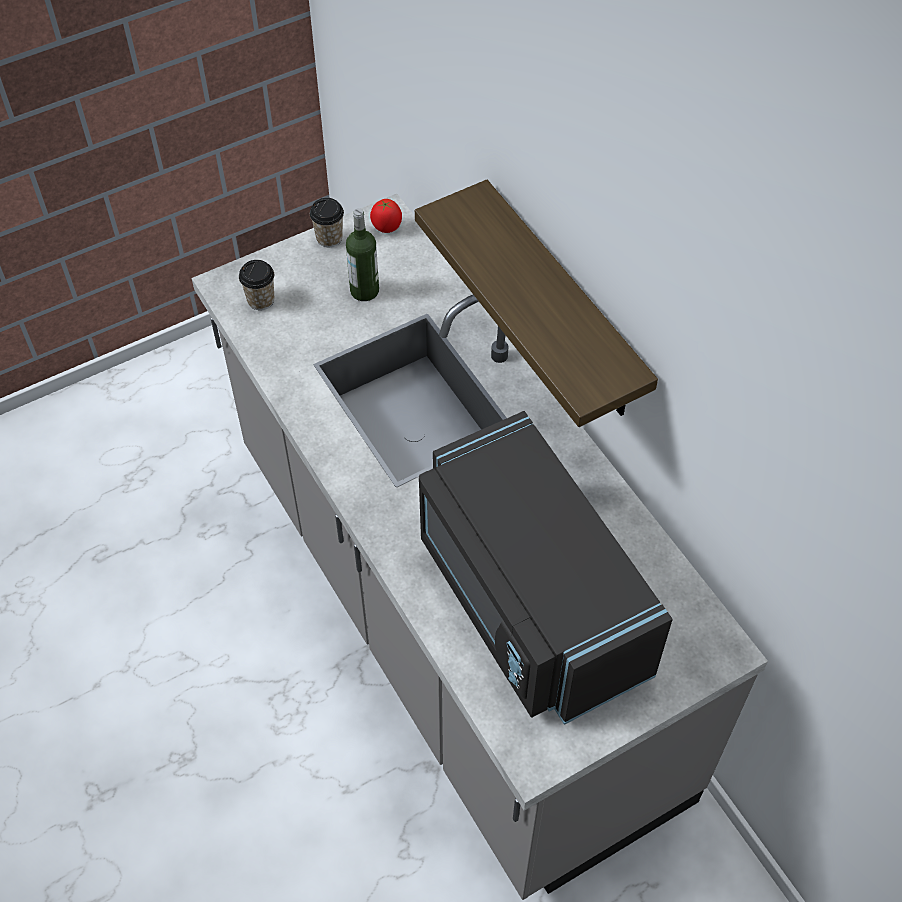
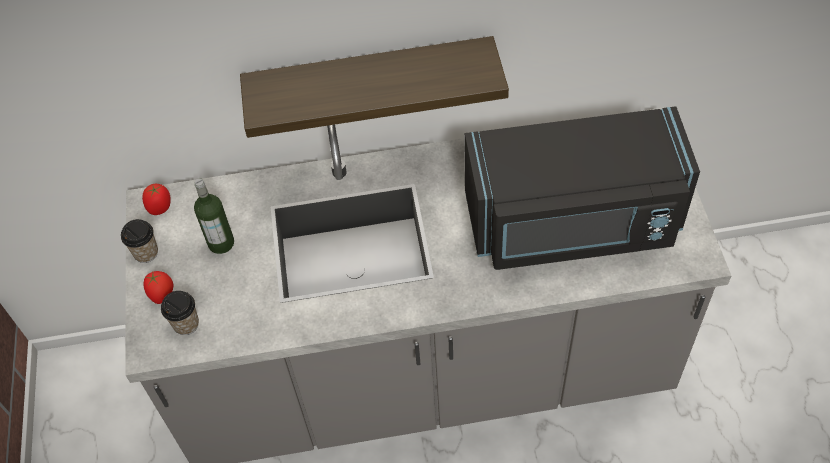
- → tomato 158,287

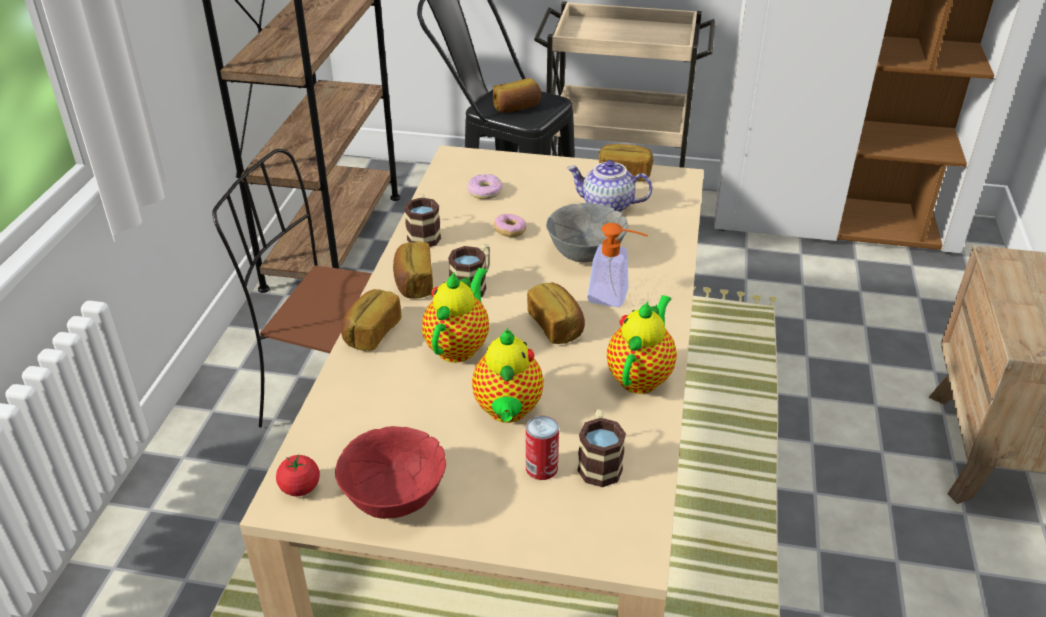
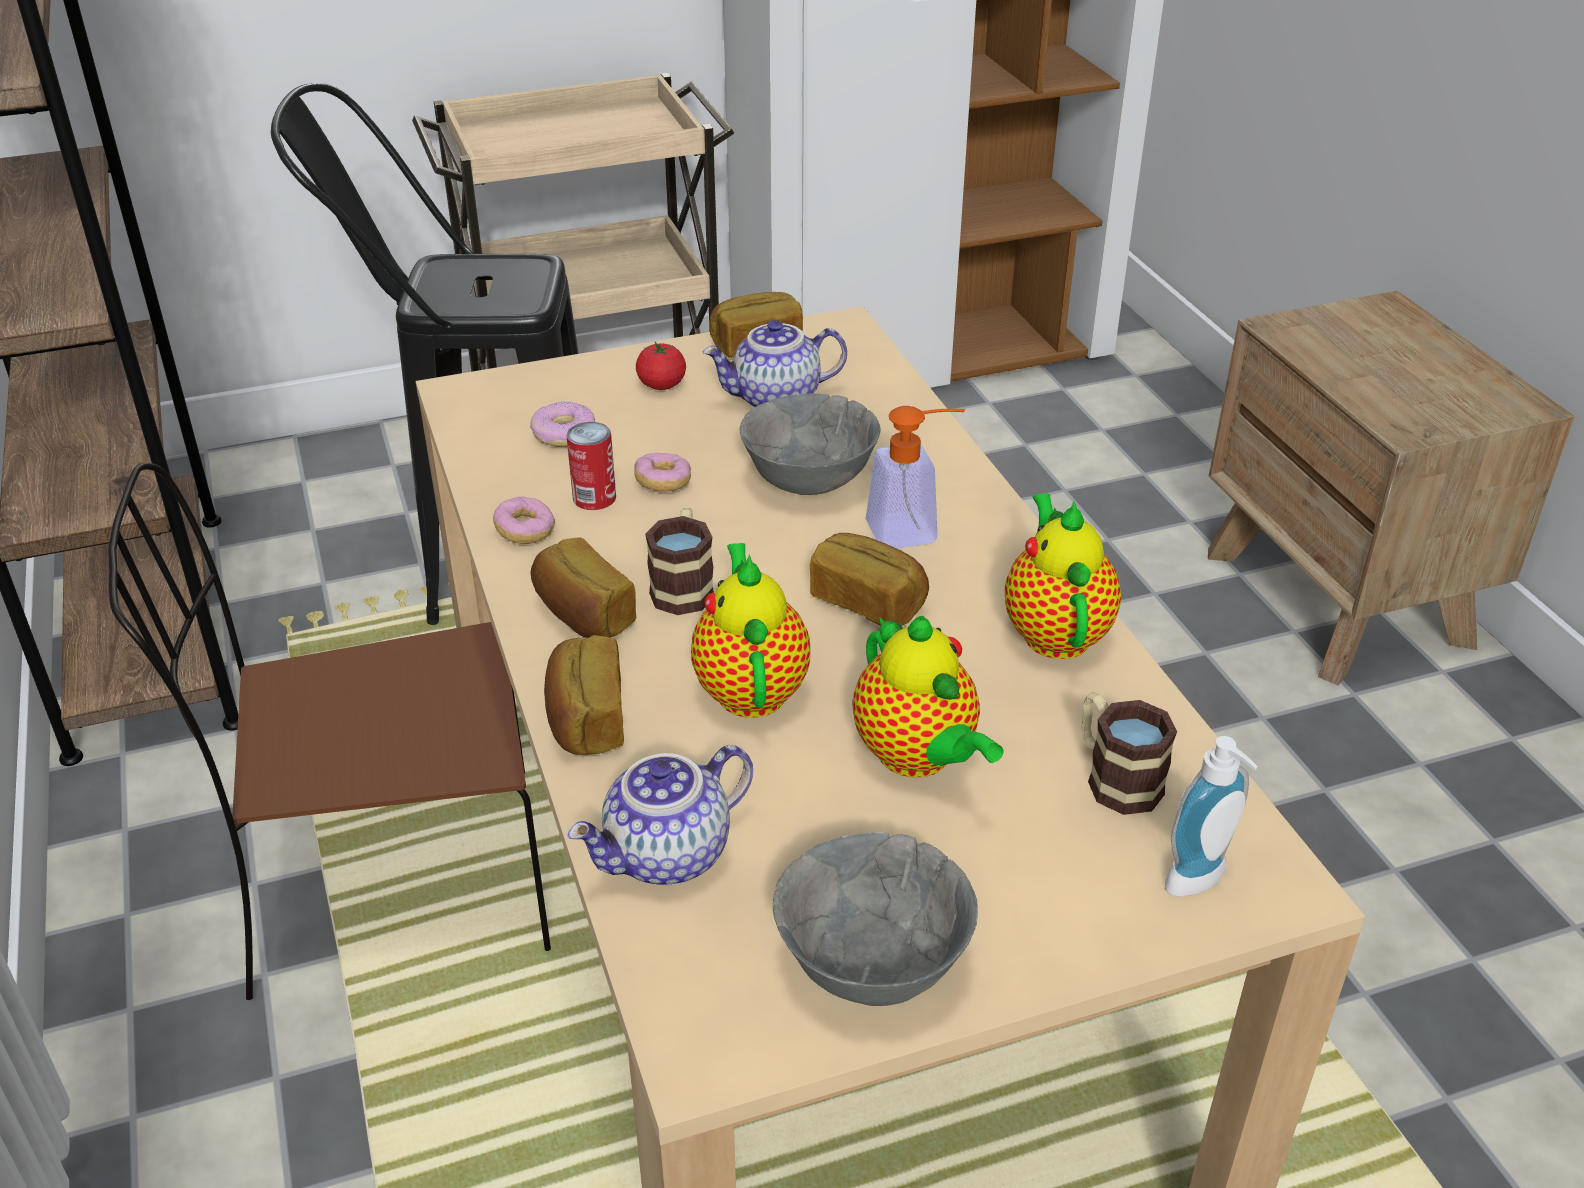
bread 517,95 → -
mug 422,220 → donut 524,520
can 542,448 → can 591,466, relocated
red bowl 390,472 → grey bowl 875,919
tomato 298,475 → tomato 661,366, relocated
- → soap dispenser 1211,816
- → teapot 660,815

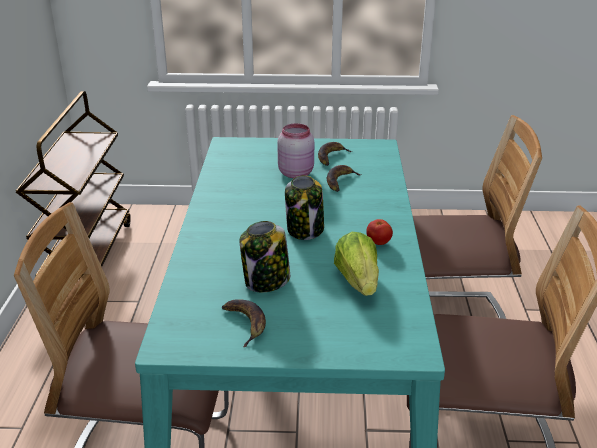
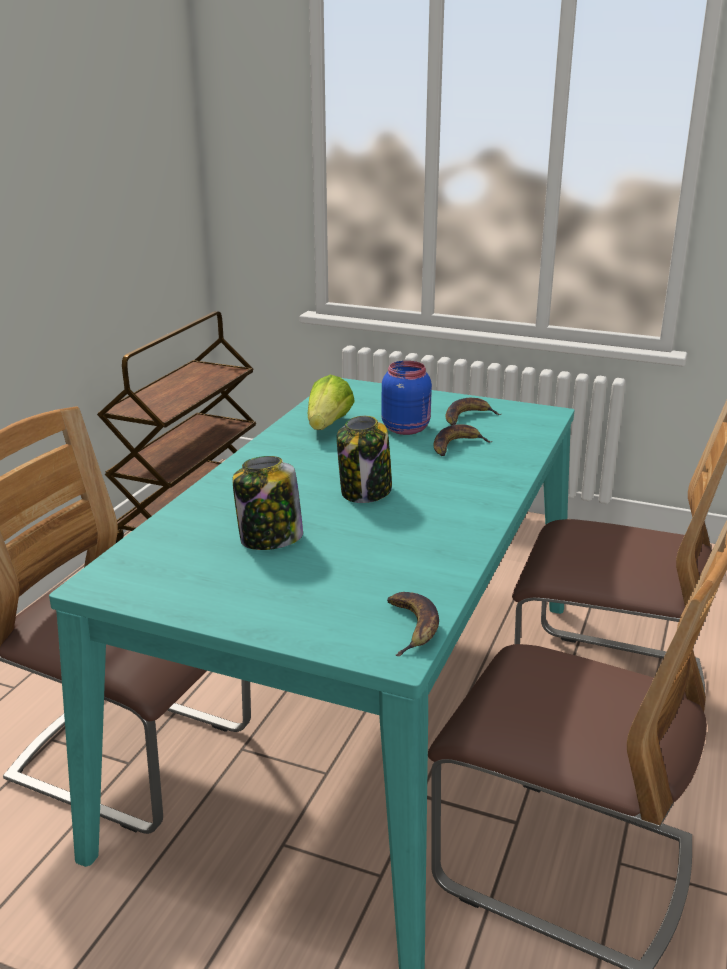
pink jar 295,150 → blue jar 406,398
tomato 379,232 → -
lettuce 356,264 → lettuce 331,402, relocated
banana 244,323 → banana 413,624, relocated

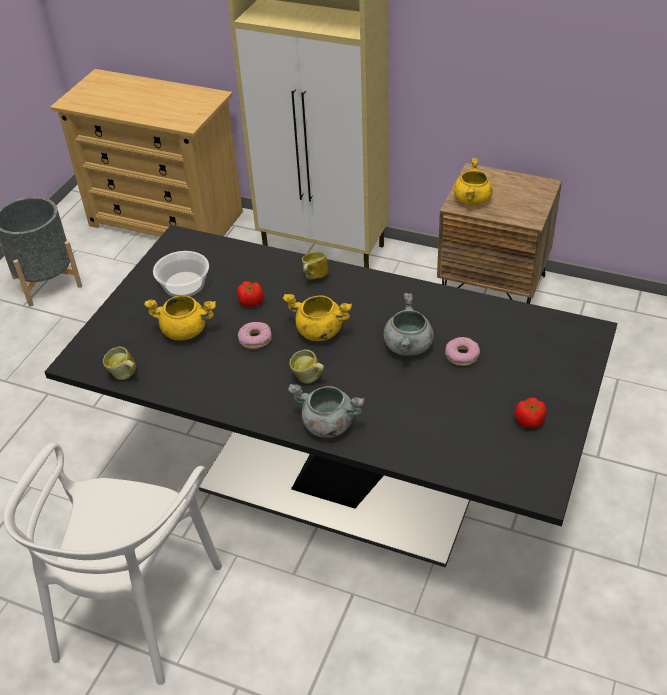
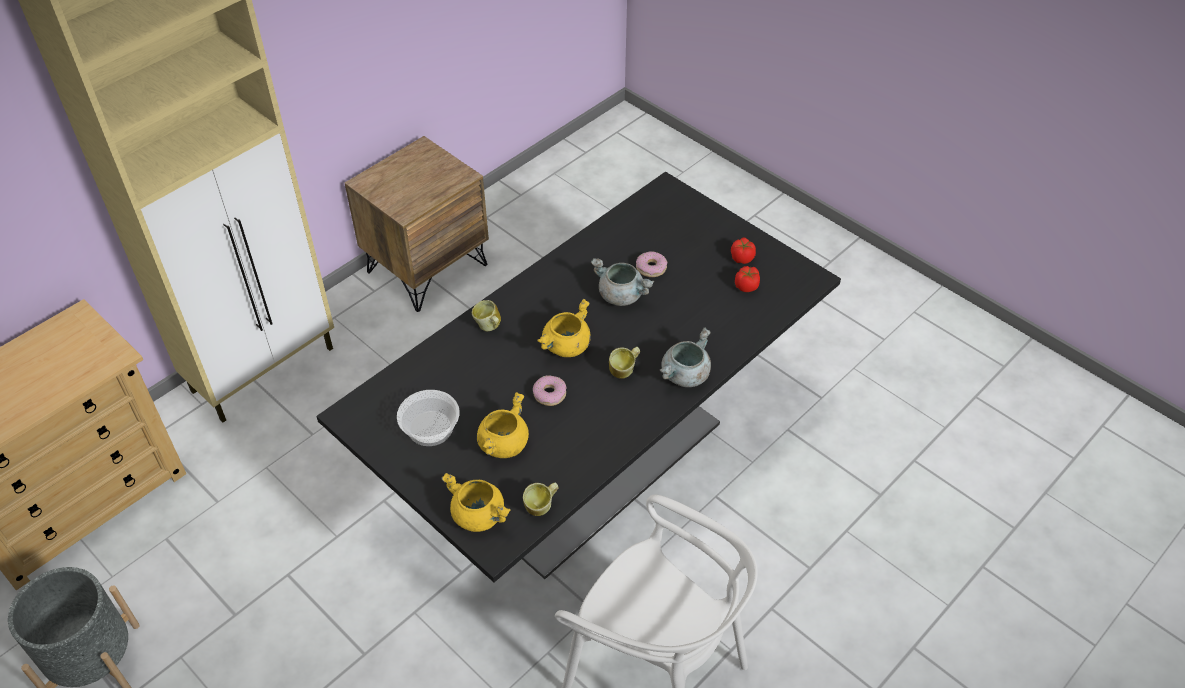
yellow cooking pot 473,181 → yellow cooking pot 476,502, relocated
tomato 250,294 → tomato 747,279, relocated

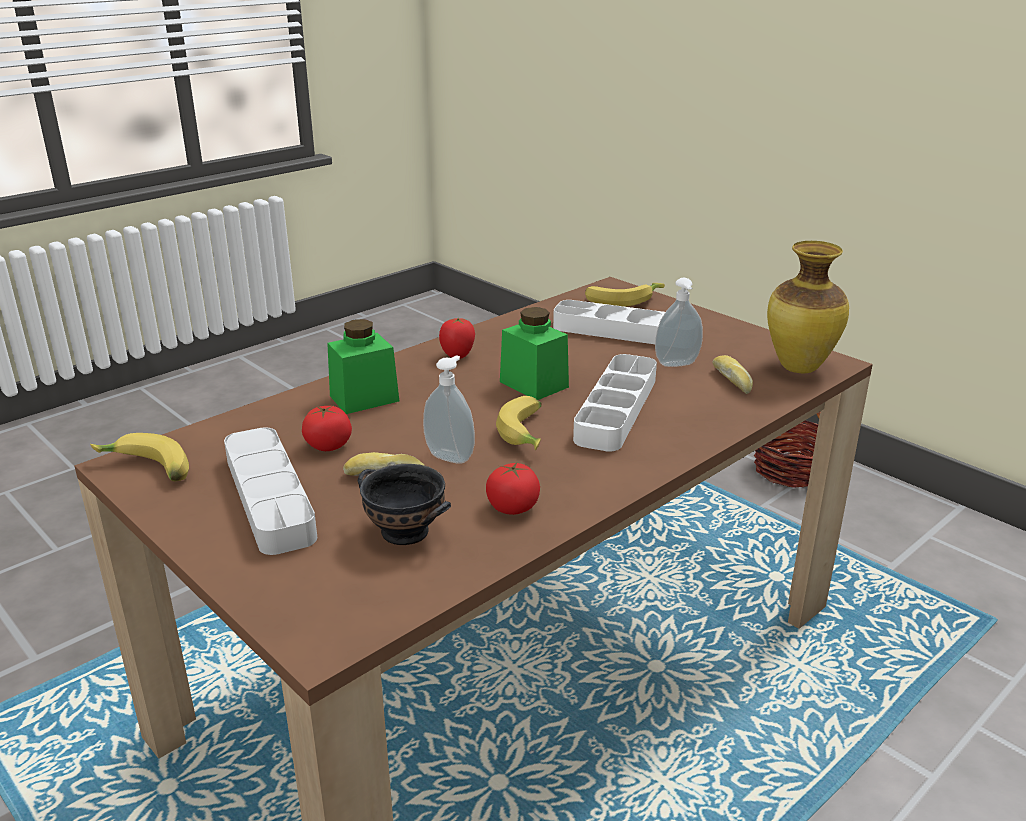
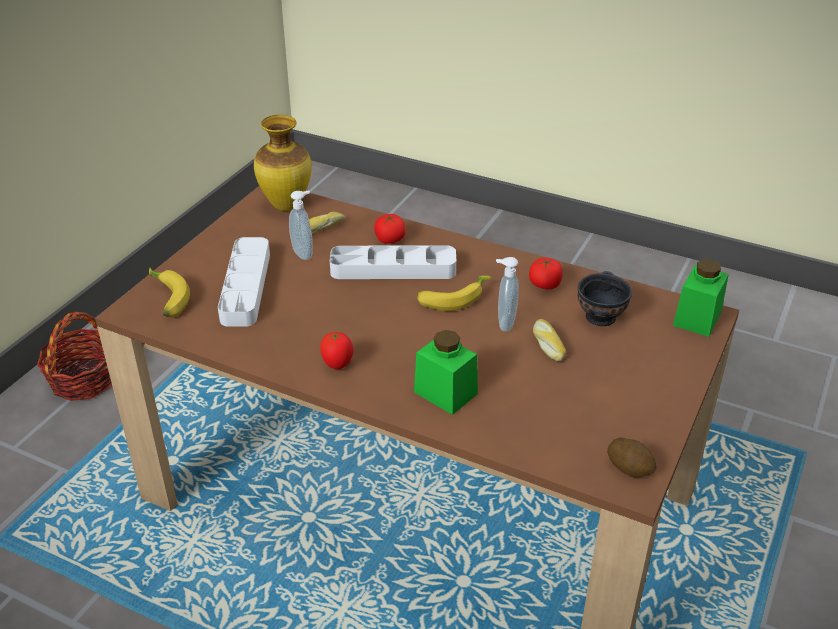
green jar 534,353 → green jar 701,298, relocated
tomato 327,428 → tomato 390,229, relocated
grey tray 270,491 → -
banana 139,457 → potato 632,457

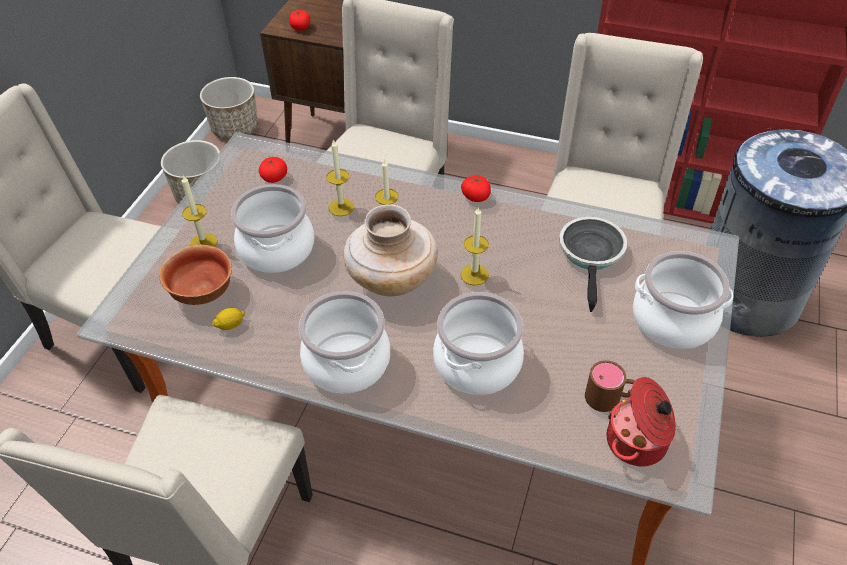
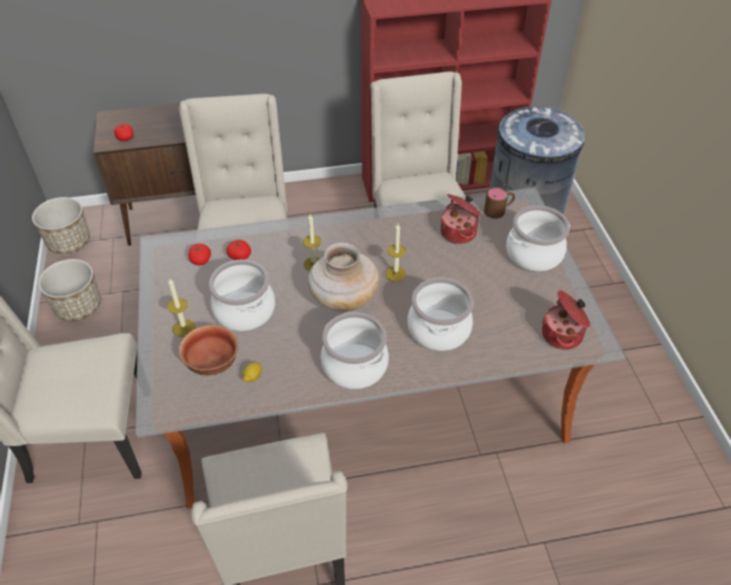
candle 340,177 → -
tomato 476,188 → tomato 238,250, relocated
frying pan 593,264 → cooking pot 461,219
brown mug 610,386 → brown mug 499,203, relocated

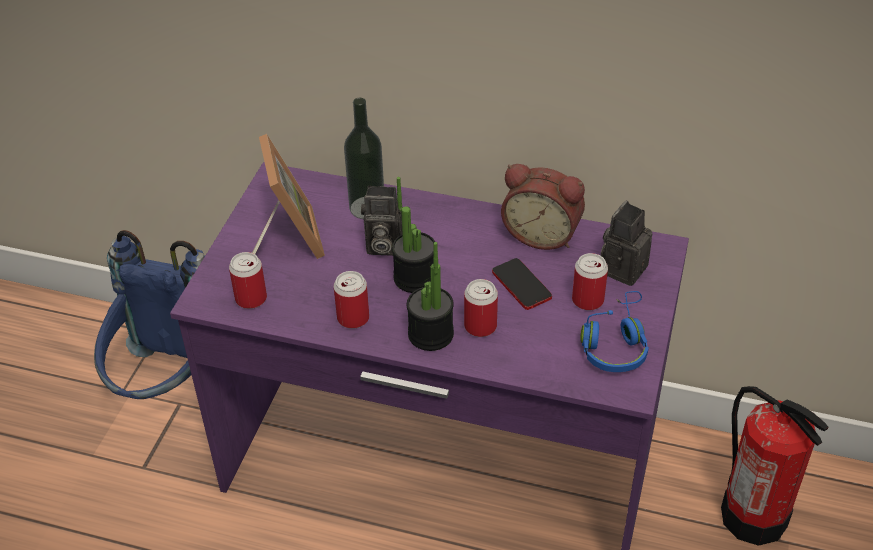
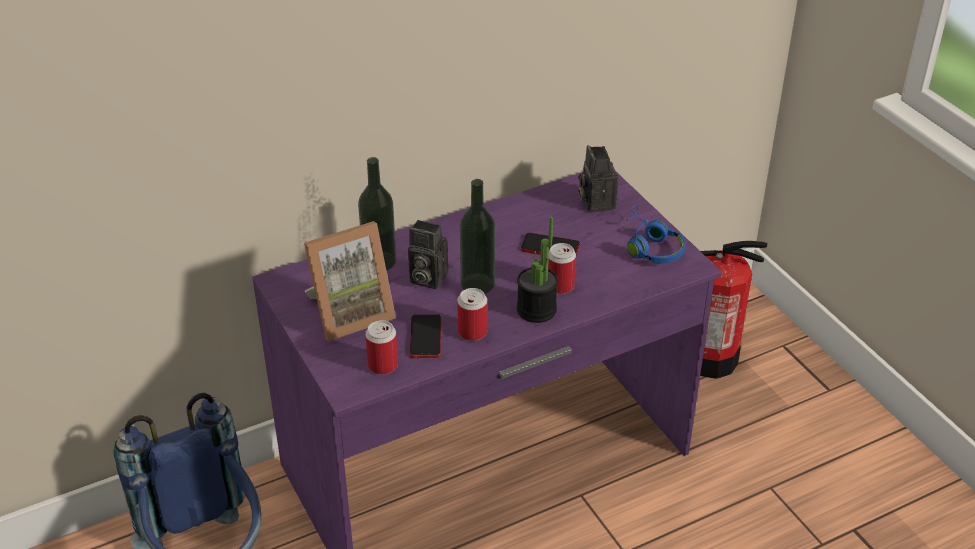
picture frame 288,196 → picture frame 350,281, 120 degrees clockwise
alarm clock 543,207 → -
potted plant 413,235 → bottle 477,236
photo camera 381,221 → photo camera 428,254, 60 degrees clockwise
can 590,281 → -
- → phone 425,336

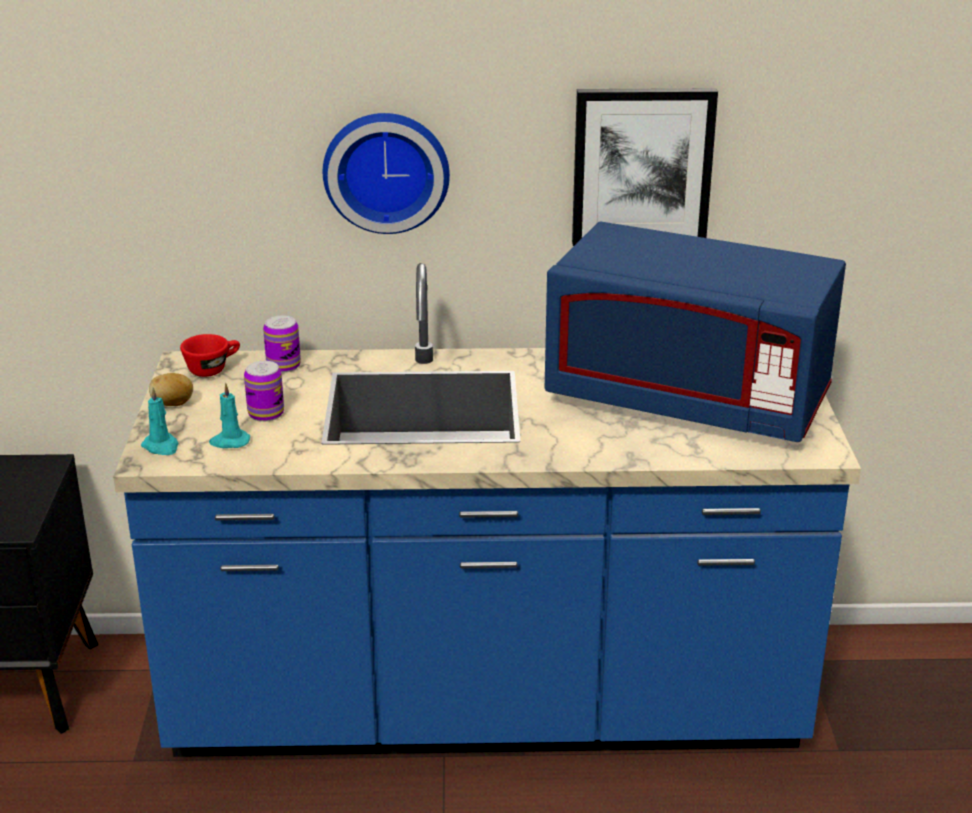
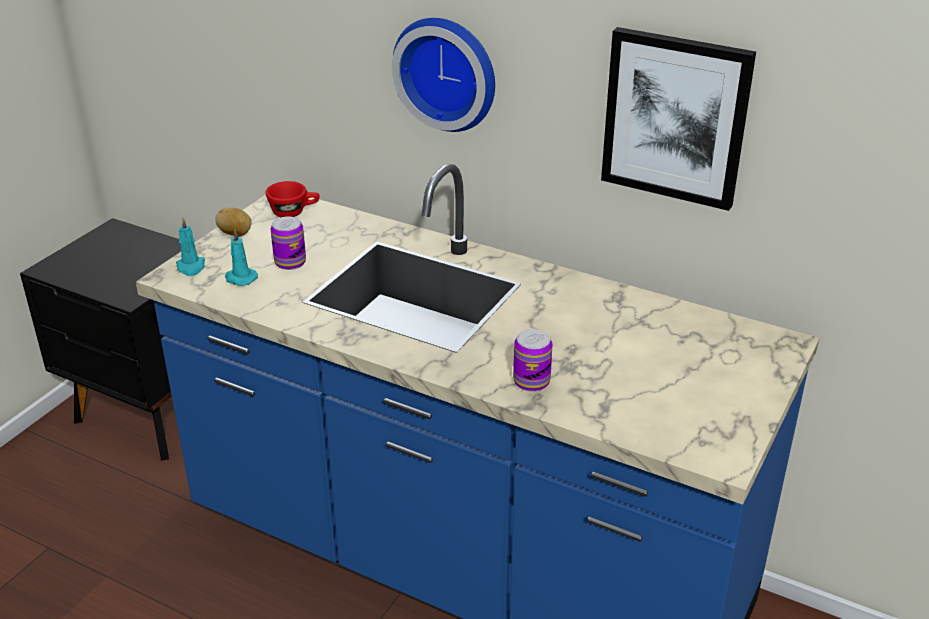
blue microwave 695,332 → -
can 282,344 → can 532,360, relocated

